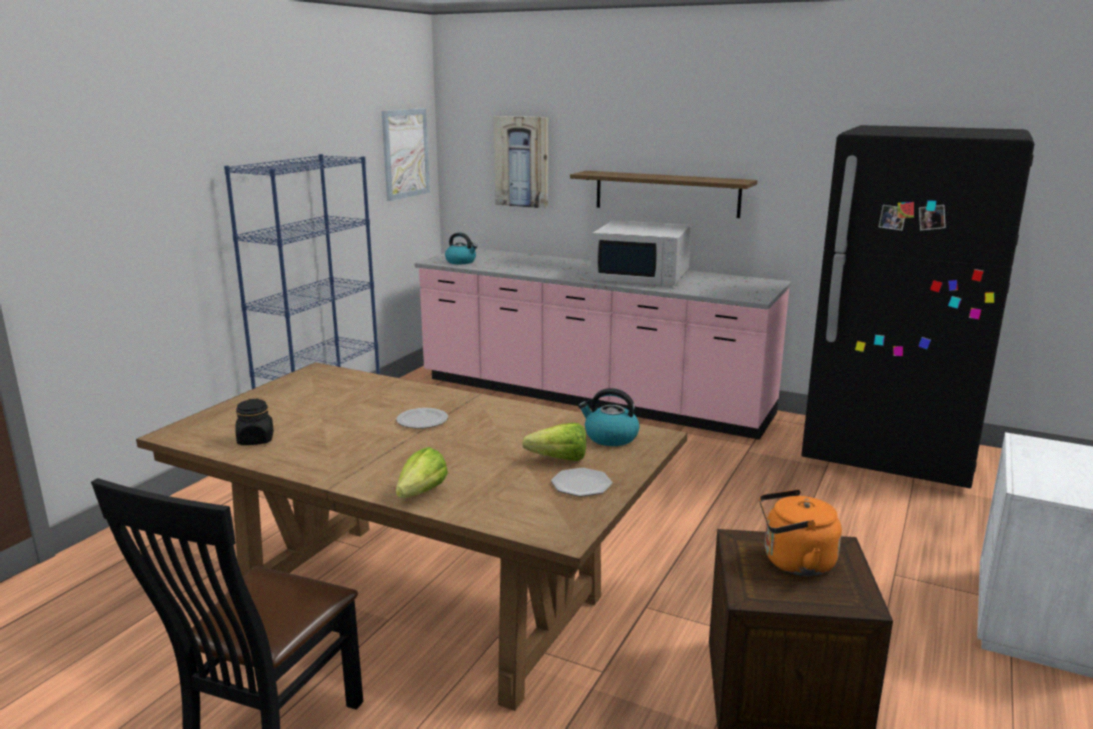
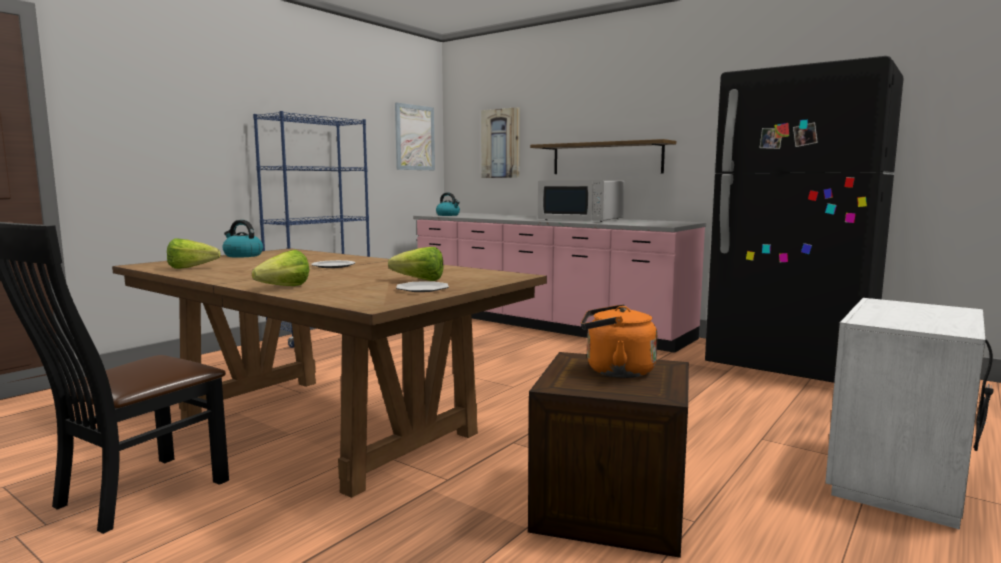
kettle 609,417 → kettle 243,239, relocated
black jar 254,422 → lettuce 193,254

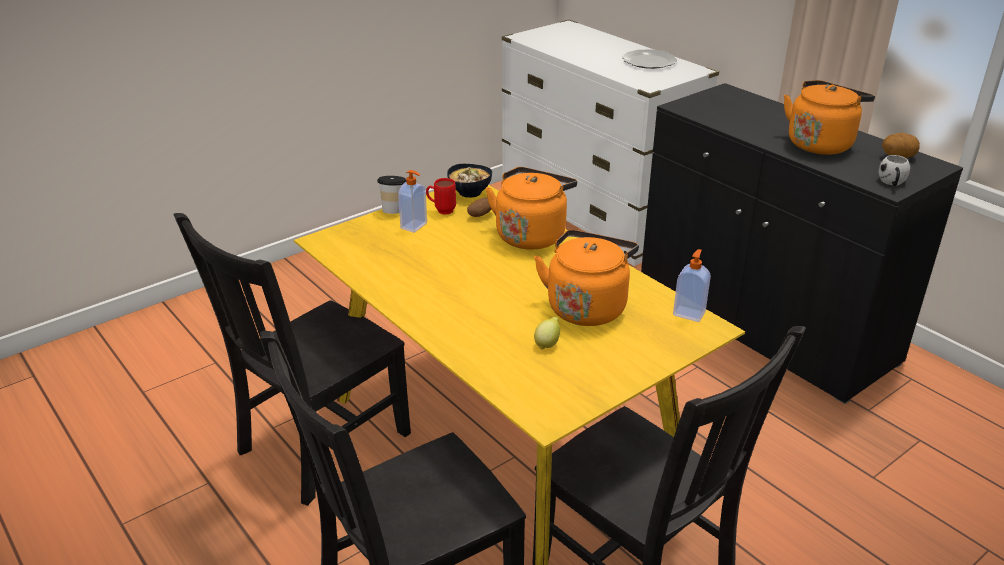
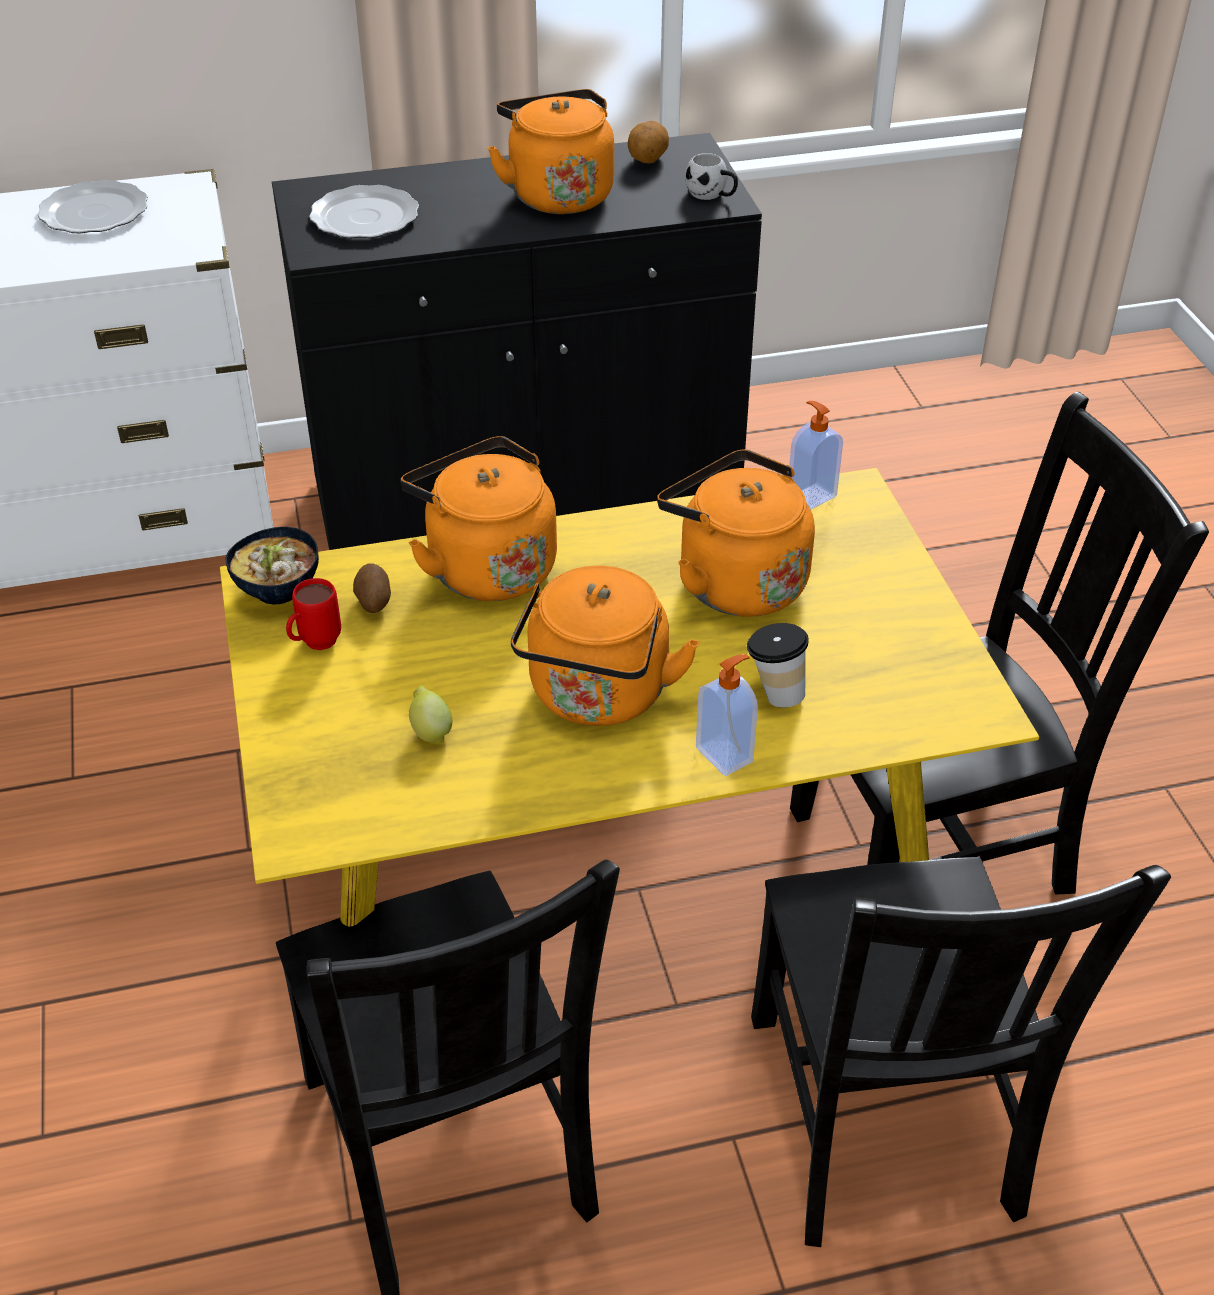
soap dispenser 412,201 → soap dispenser 727,715, relocated
cup 391,195 → cup 778,665, relocated
lemon 547,333 → lemon 430,714, relocated
- → plate 364,211
- → orange kettle 605,646

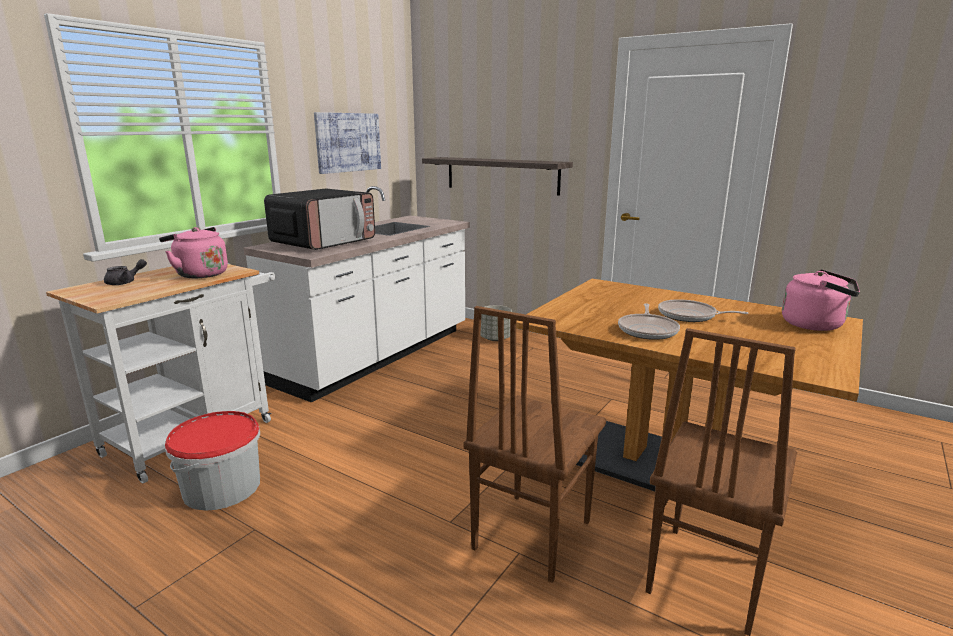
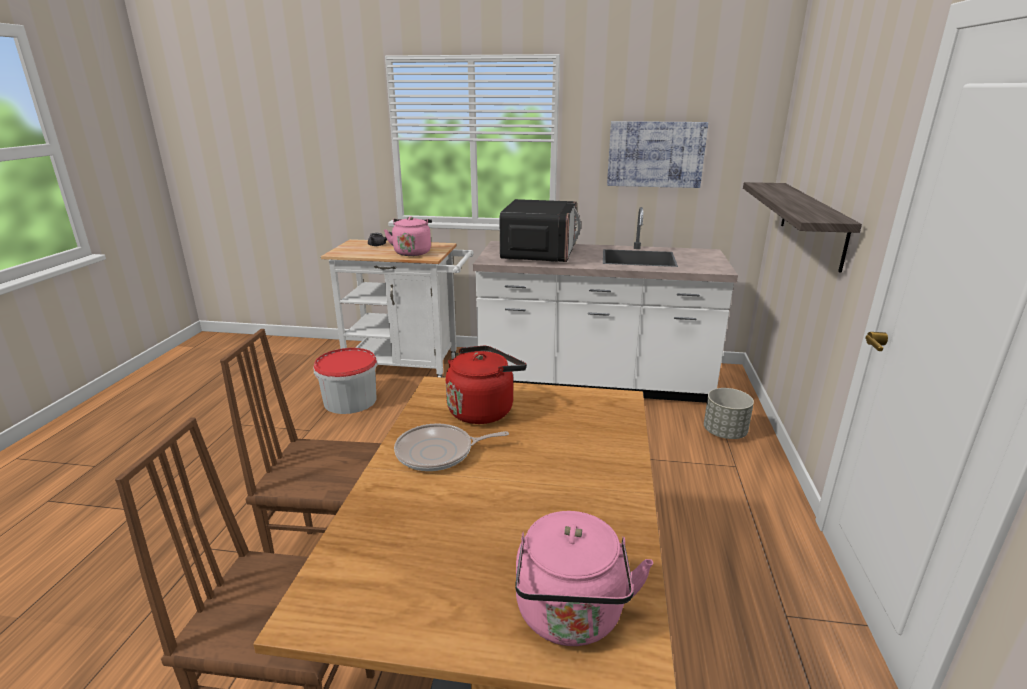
microwave 319,219 → microwave 540,230, 90 degrees counterclockwise
frying pan 703,310 → -
- → red kettle 486,384

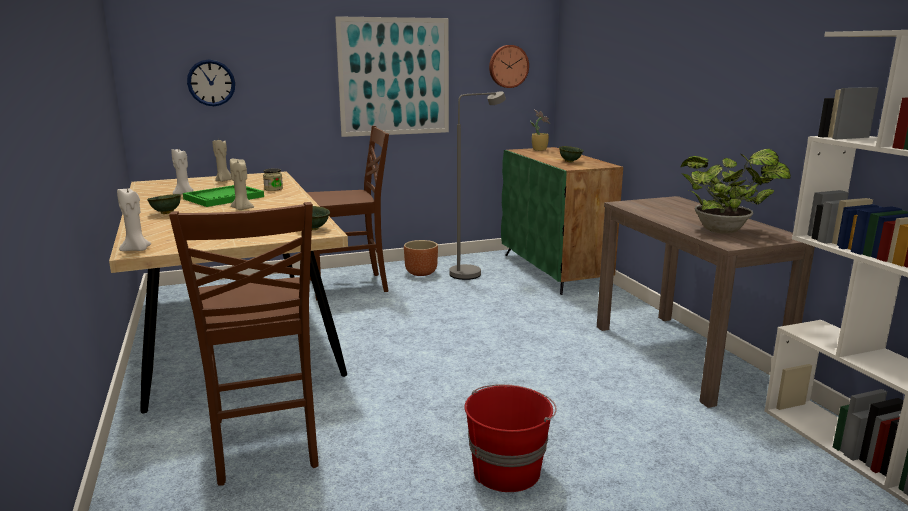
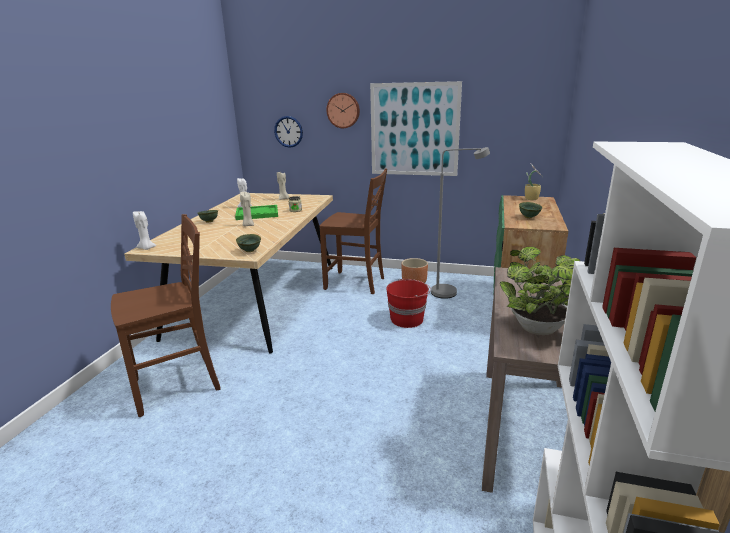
wall clock 509,66 → wall clock 343,110, relocated
brown chair 244,344 → brown chair 166,315, 135 degrees counterclockwise
red bucket 511,438 → red bucket 408,303, relocated

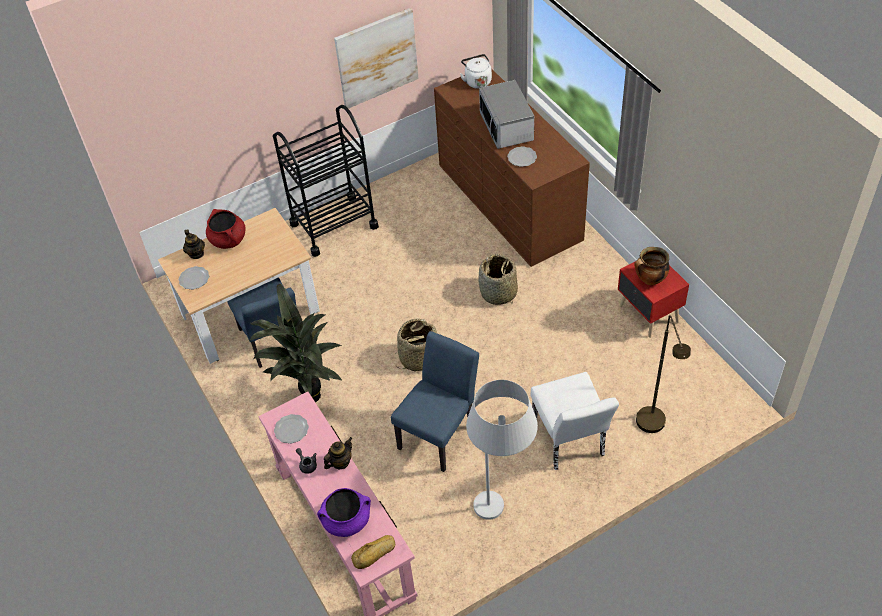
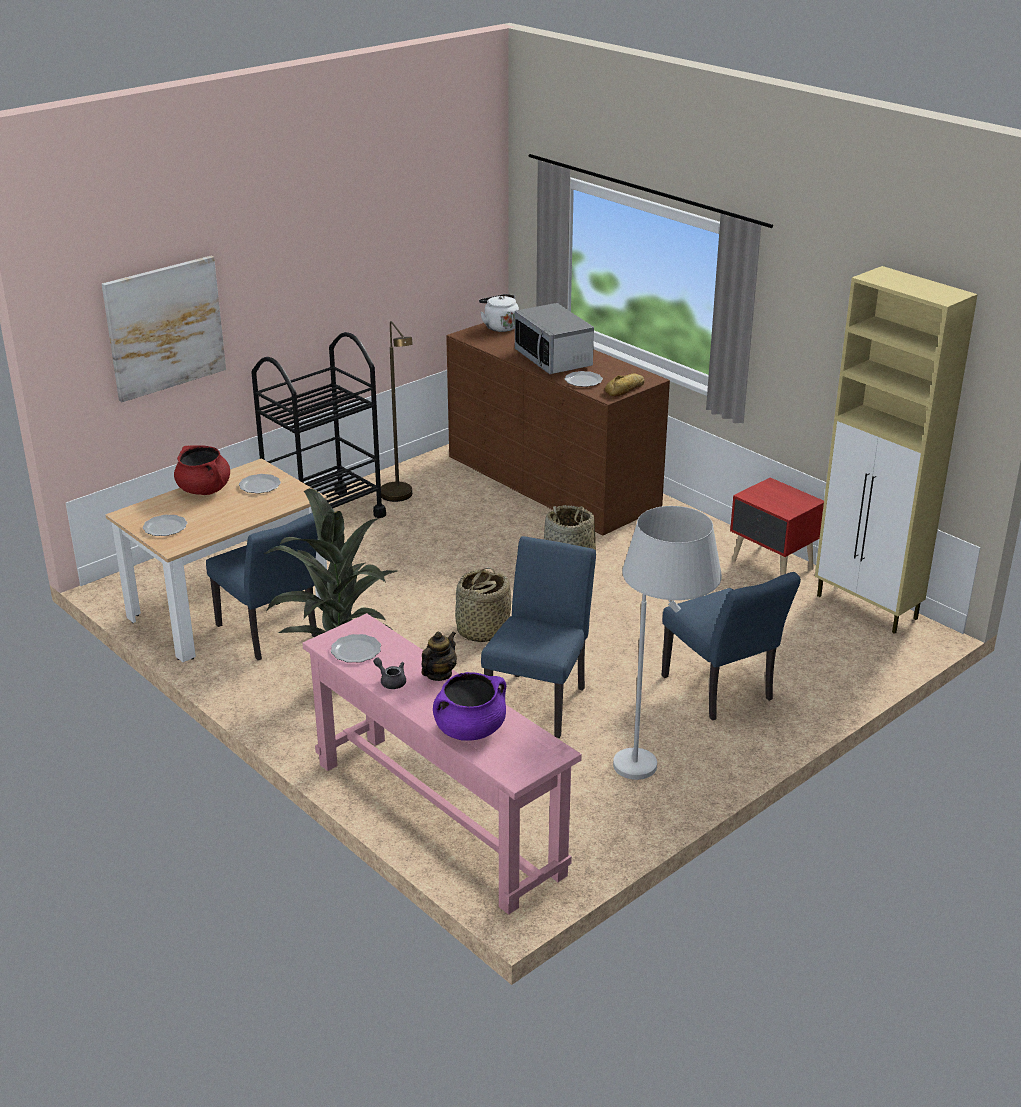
picture 376,58 → picture 164,329, relocated
teapot 194,244 → -
cooking pot 652,266 → -
brown floor lamp 663,374 → brown floor lamp 397,411, relocated
white chair 575,421 → blue chair 731,646
bread 373,552 → bread 625,385, relocated
- → beige cabinet 896,450
- → plate 260,483

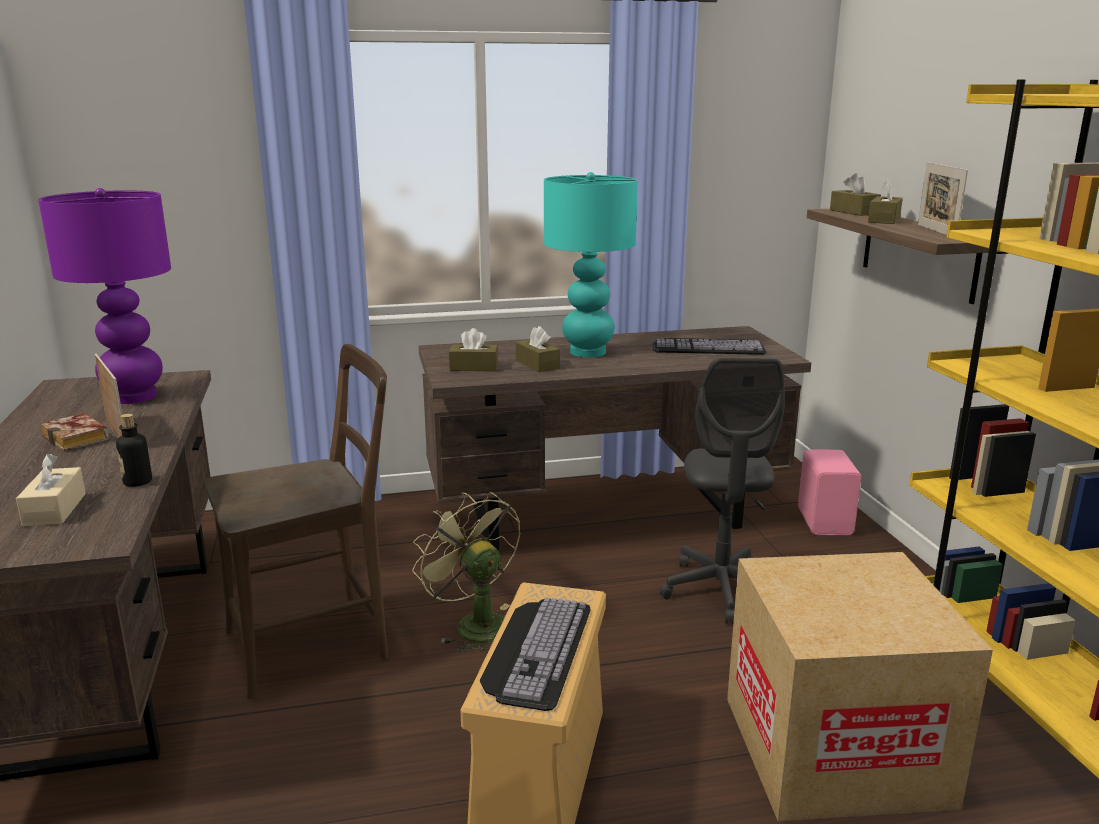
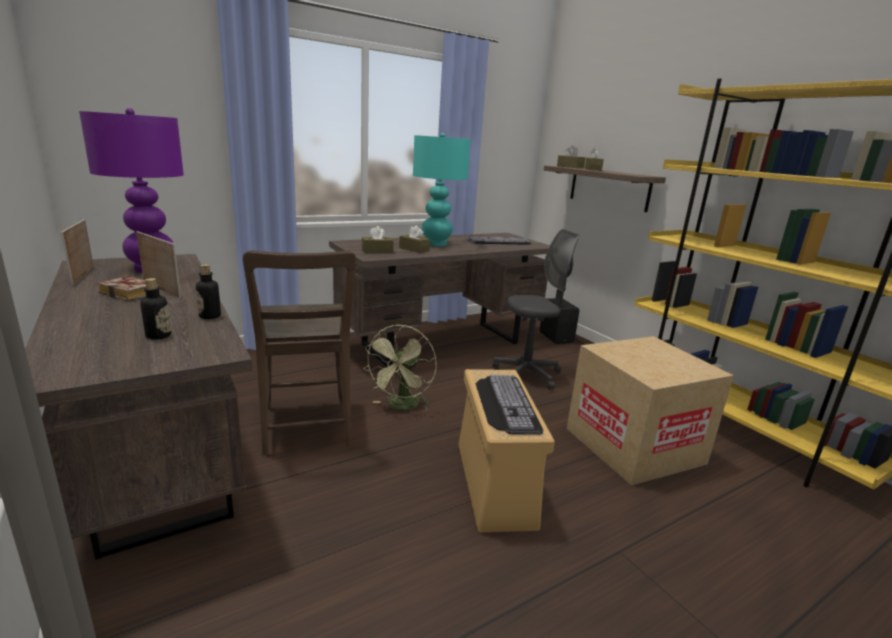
picture frame 943,198 → picture frame 77,252, relocated
brown chair 296,521 → brown chair 299,352, 120 degrees clockwise
grey office chair 722,491 → grey office chair 535,309, 90 degrees counterclockwise
pink speaker 829,492 → black speaker 559,321
beige tissue box 51,490 → bottle 155,309
green fan 466,572 → green fan 401,367, 105 degrees counterclockwise

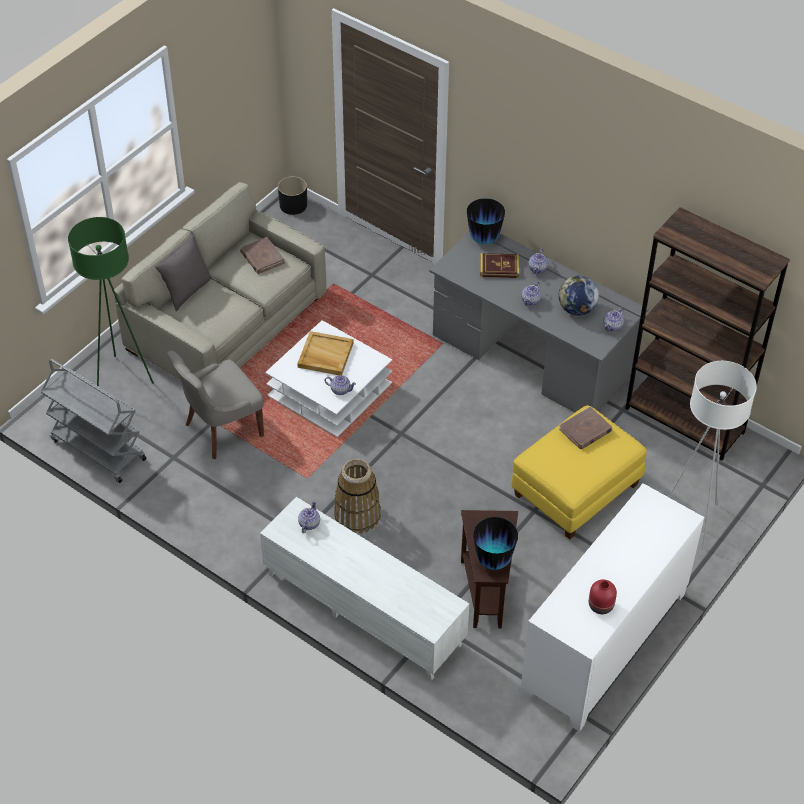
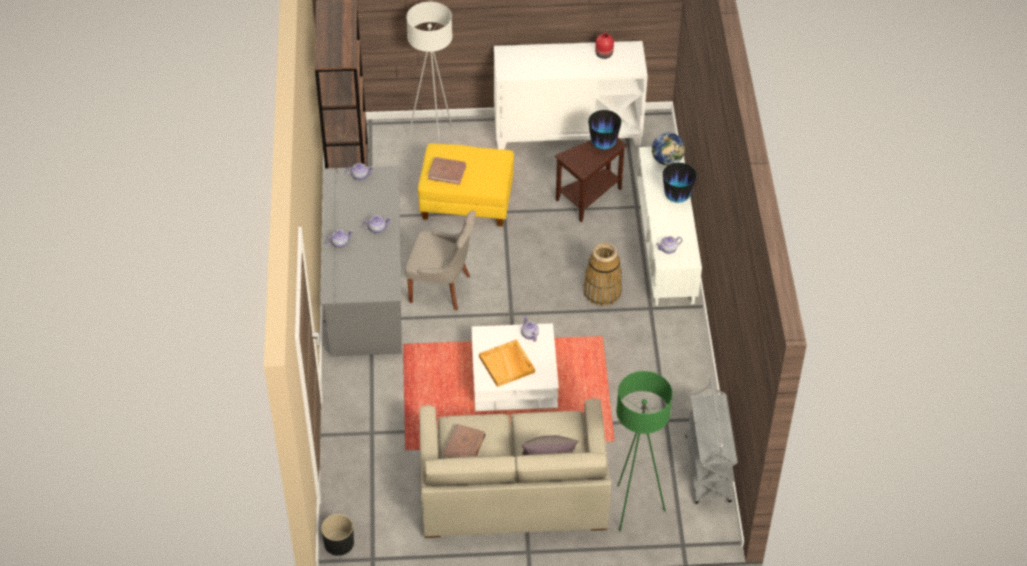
vase 486,221 → vase 680,182, relocated
book 499,265 → -
globe 578,296 → globe 668,149, relocated
grey chair 215,404 → grey chair 440,260, relocated

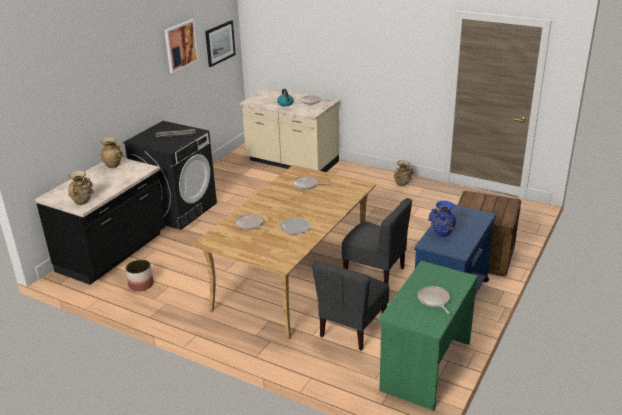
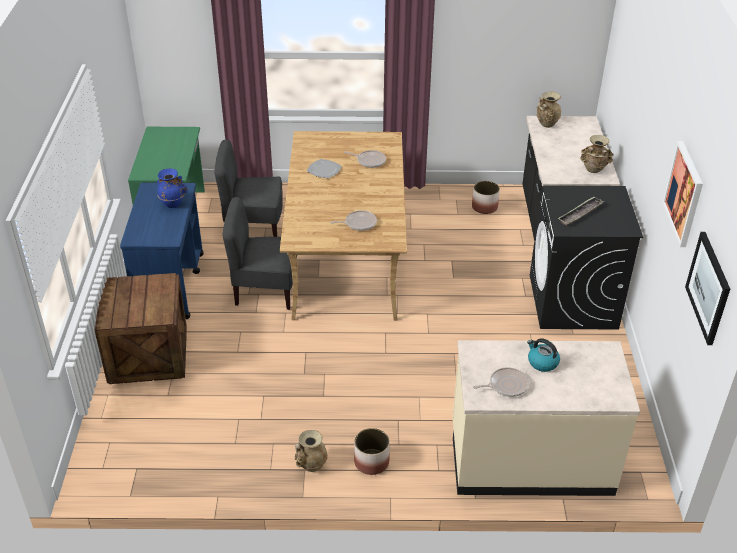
grey chair 350,305 → grey chair 248,188, 90 degrees counterclockwise
frying pan 434,300 → -
- → planter 372,451

